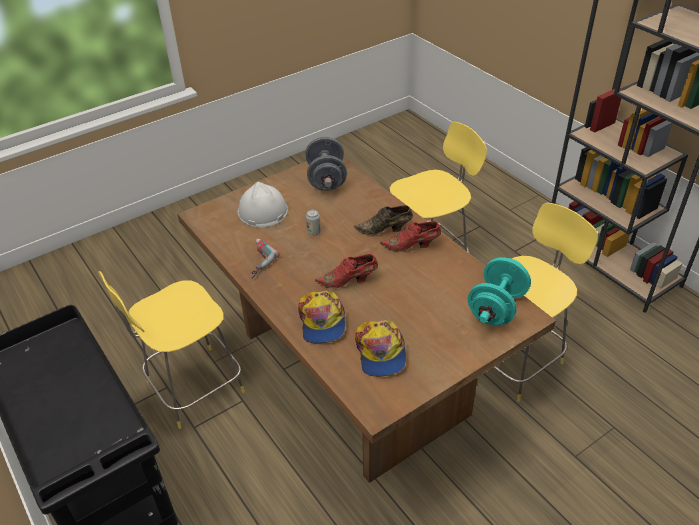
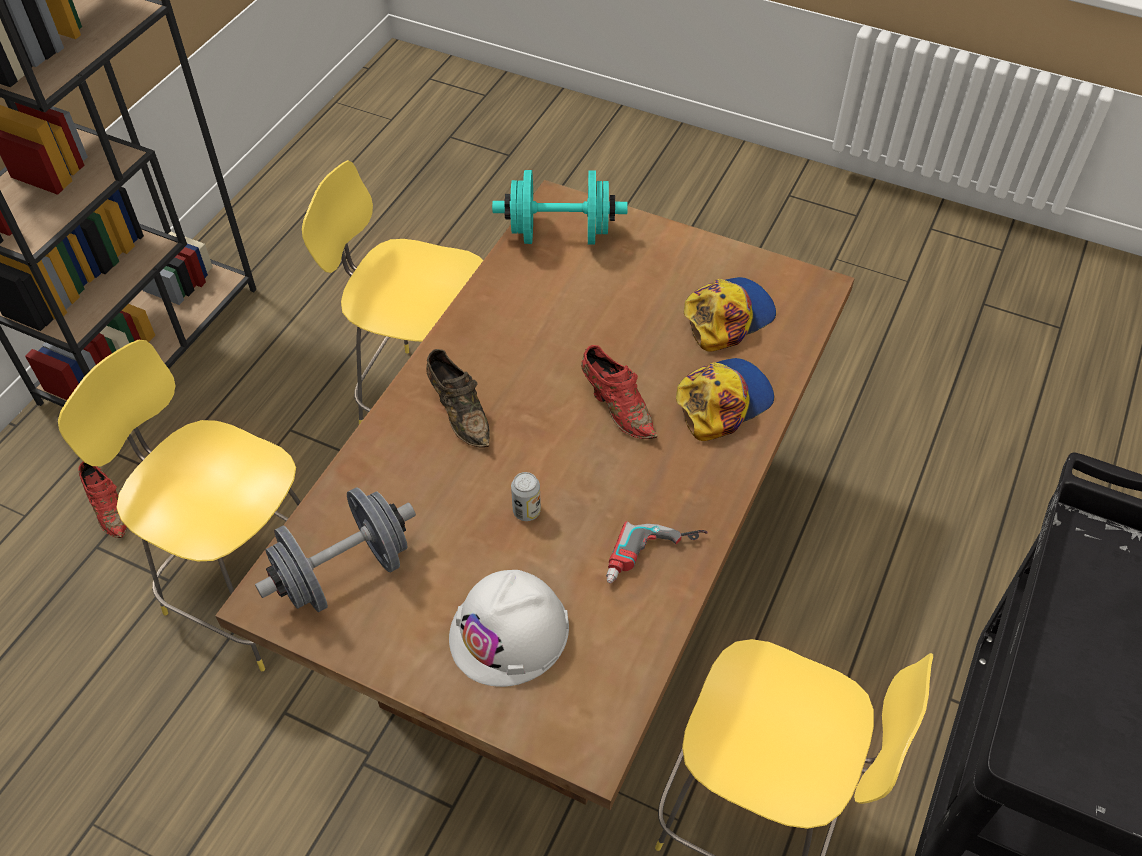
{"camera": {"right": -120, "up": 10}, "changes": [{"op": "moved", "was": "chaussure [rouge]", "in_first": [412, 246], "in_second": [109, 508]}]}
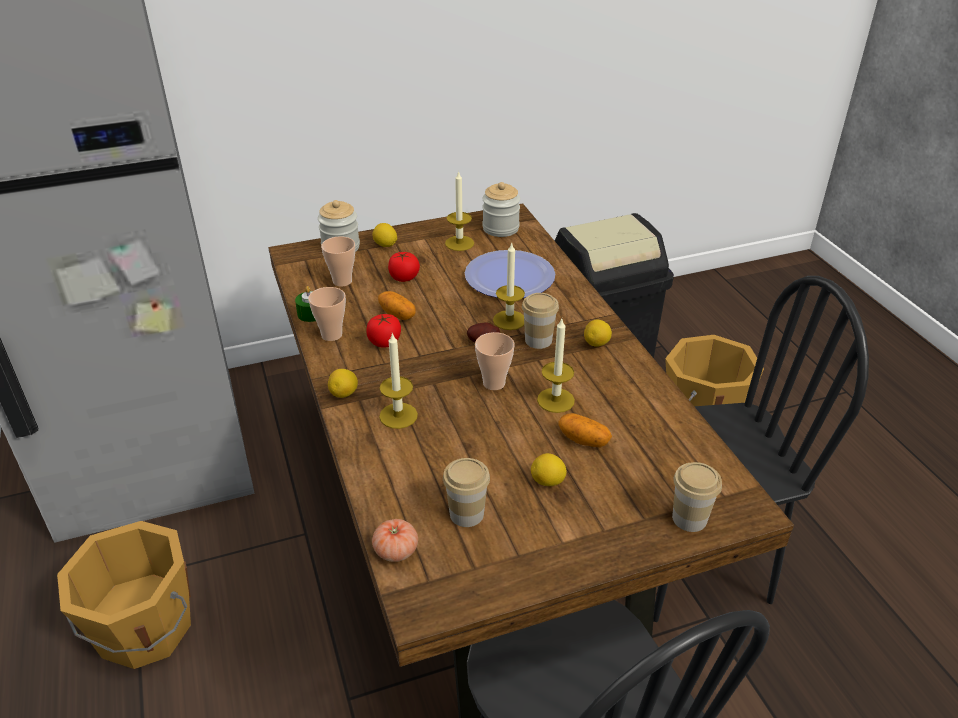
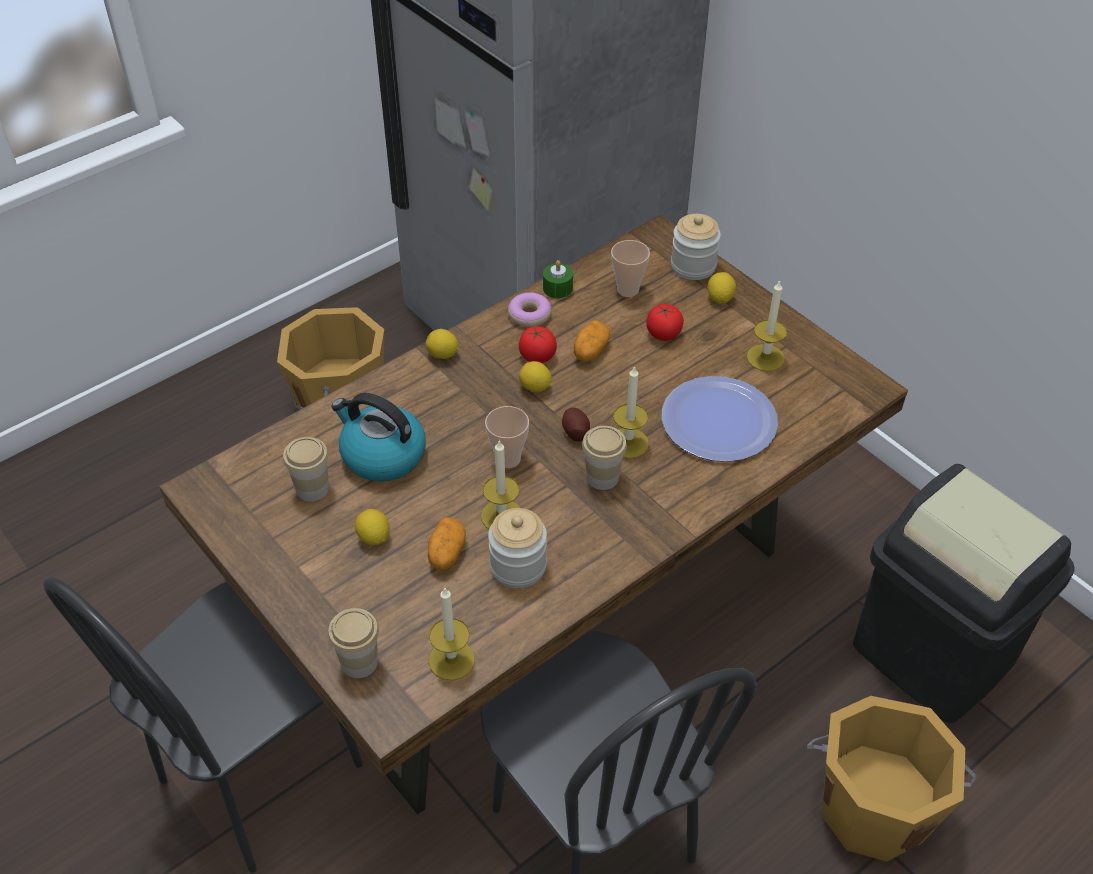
{"camera": {"right": 70, "up": 10}, "changes": [{"op": "added", "now": "bouilloire", "in_second": [382, 455]}, {"op": "moved", "was": "bougie", "in_first": [398, 415], "in_second": [451, 660]}, {"op": "moved", "was": "bocal", "in_first": [500, 228], "in_second": [518, 566]}, {"op": "replaced", "was": "tasse", "now": "beignet", "in_first": [331, 335], "in_second": [530, 315]}, {"op": "moved", "was": "citron", "in_first": [597, 344], "in_second": [535, 387]}, {"op": "removed", "was": "tomate", "in_first": [396, 551]}]}
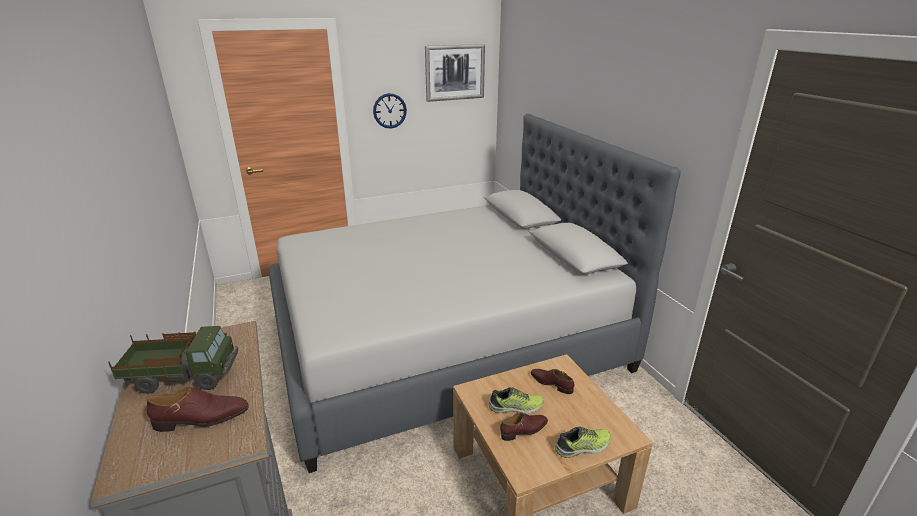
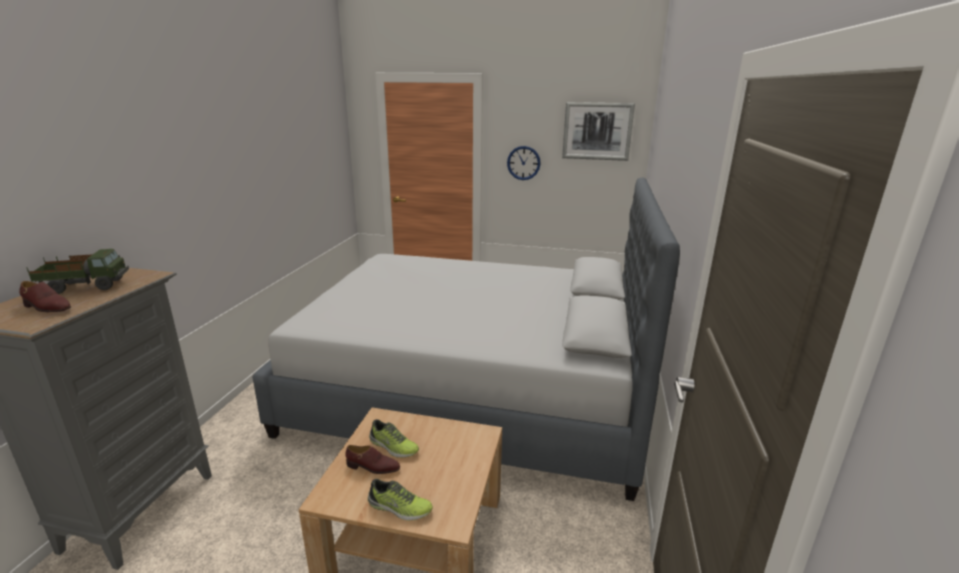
{"camera": {"right": 35, "up": -5}, "changes": [{"op": "turned", "was": "camion jouet", "in_first": [183, 377], "in_second": [85, 286], "clockwise": -45}, {"op": "removed", "was": "chaussure [marron]", "in_first": [551, 383]}]}
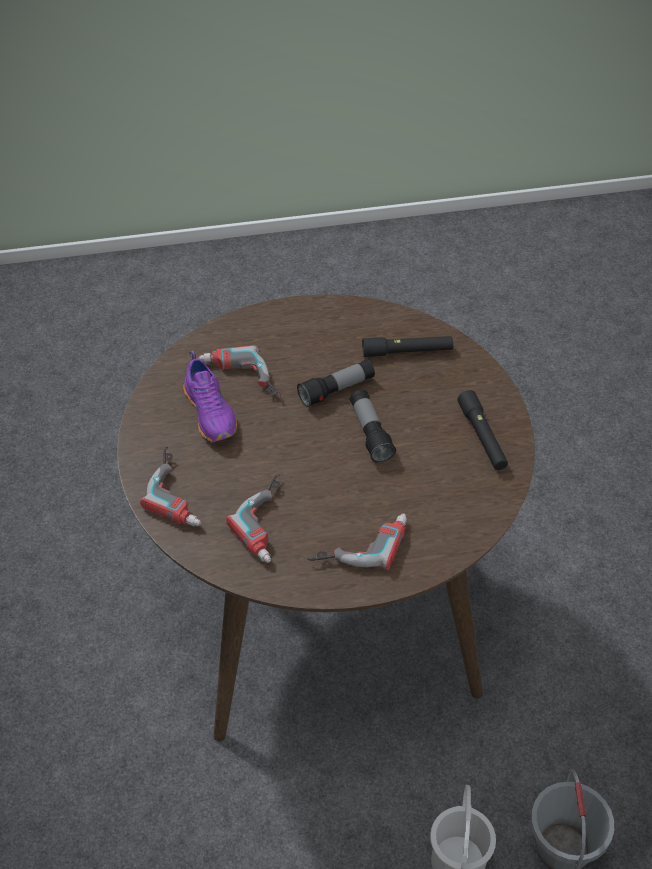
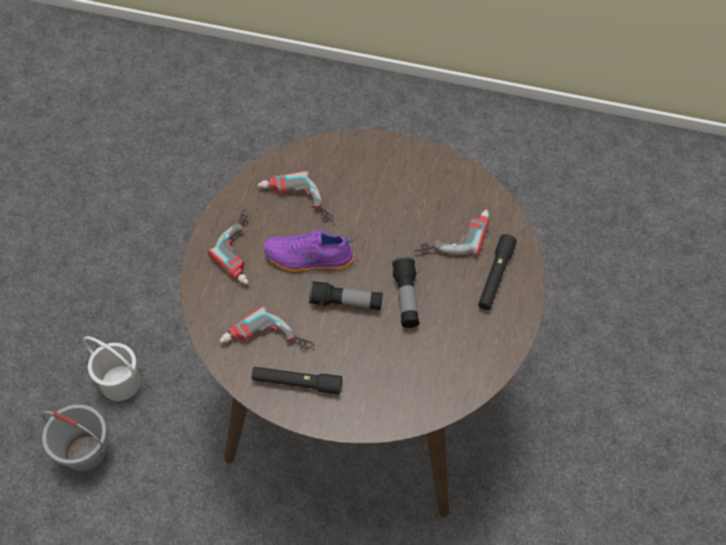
{"camera": {"right": 115, "up": 10}, "changes": [{"op": "moved", "was": "perceuse", "in_first": [182, 491], "in_second": [266, 345]}, {"op": "moved", "was": "chaussure [violet]", "in_first": [211, 412], "in_second": [309, 259]}, {"op": "moved", "was": "lampe de poche [noir]", "in_first": [407, 351], "in_second": [495, 276]}]}
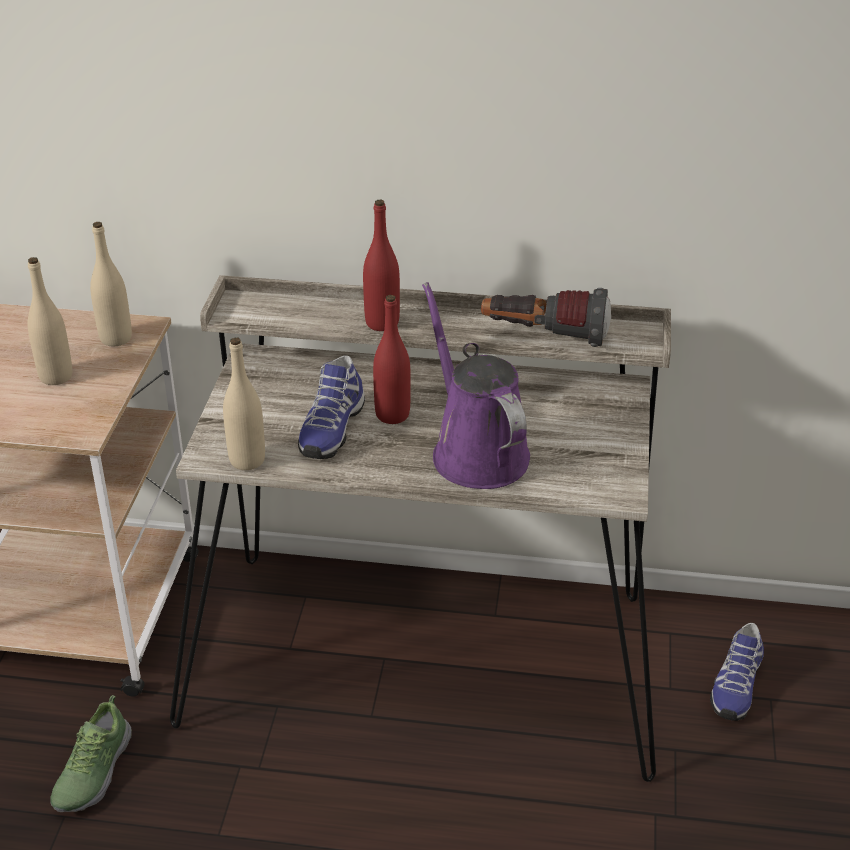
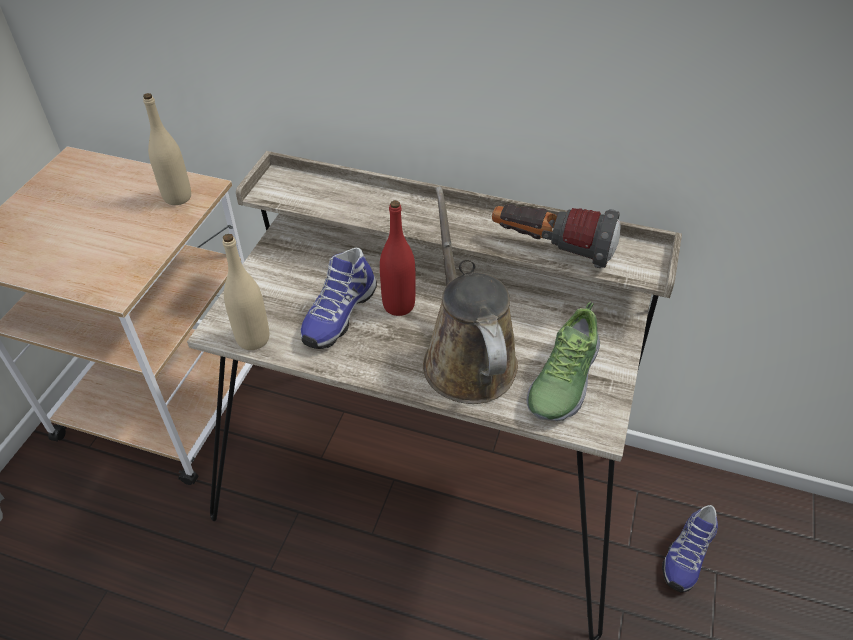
{"camera": {"right": 10, "up": 10}, "changes": [{"op": "recoloured", "was": "arrosoir [violet]", "now": "arrosoir [marron]", "in_first": [475, 451], "in_second": [466, 357]}, {"op": "moved", "was": "chaussure", "in_first": [92, 772], "in_second": [562, 380]}, {"op": "removed", "was": "bouteille [beige]", "in_first": [56, 376]}, {"op": "removed", "was": "bouteille [rouge]", "in_first": [382, 323]}]}
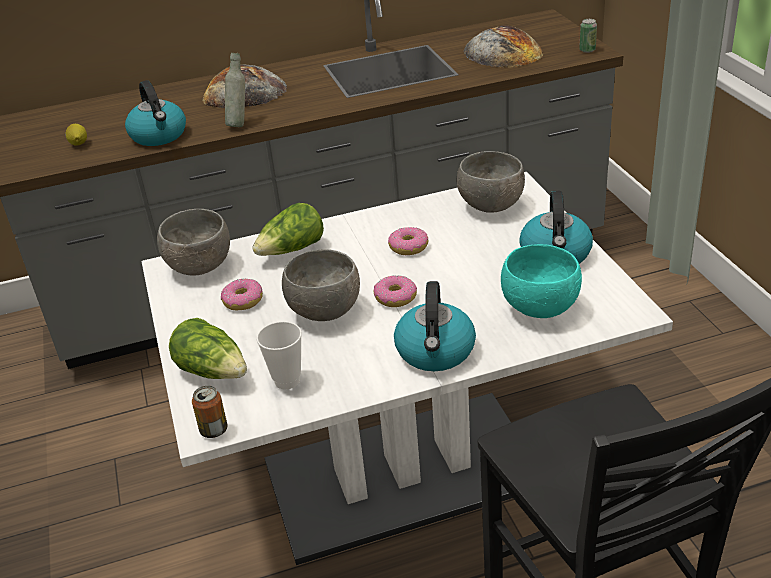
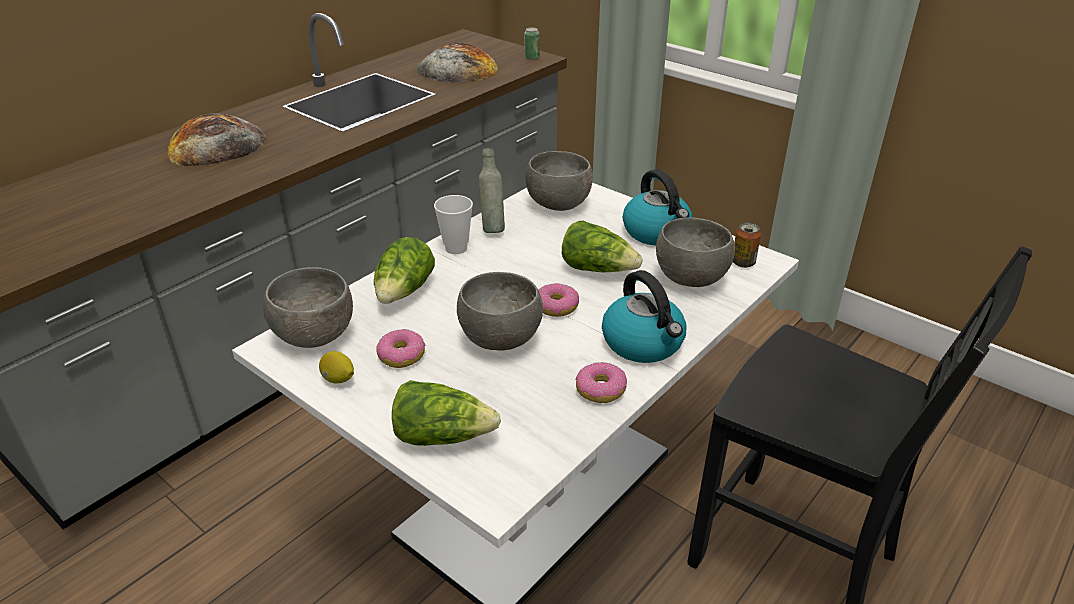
{"camera": {"right": -35, "up": 0}, "changes": [{"op": "moved", "was": "citron", "in_first": [78, 144], "in_second": [338, 379]}, {"op": "moved", "was": "tasse", "in_first": [287, 380], "in_second": [456, 248]}, {"op": "moved", "was": "bouteille [gris]", "in_first": [239, 124], "in_second": [492, 228]}, {"op": "added", "now": "laitue", "in_second": [598, 269]}, {"op": "moved", "was": "beignet", "in_first": [409, 247], "in_second": [600, 389]}, {"op": "recoloured", "was": "bol [turquoise]", "now": "bol [gris]", "in_first": [541, 308], "in_second": [692, 279]}, {"op": "moved", "was": "boîte métallique", "in_first": [214, 430], "in_second": [743, 263]}, {"op": "removed", "was": "bouilloire", "in_first": [159, 136]}]}
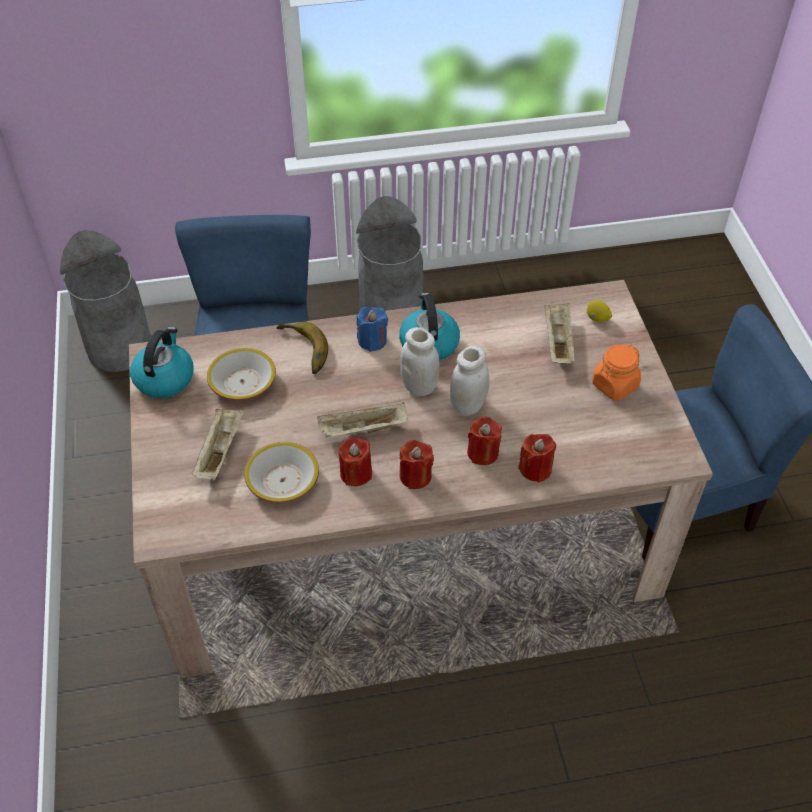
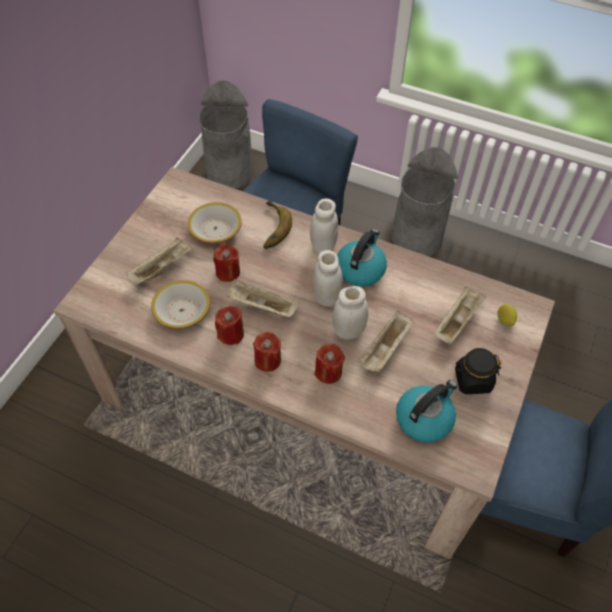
{"camera": {"right": 35, "up": 5}, "changes": [{"op": "moved", "was": "bougie [rouge]", "in_first": [535, 469], "in_second": [228, 272]}, {"op": "replaced", "was": "bougie [bleu]", "now": "bocal [blanc]", "in_first": [372, 340], "in_second": [323, 246]}, {"op": "added", "now": "plateau [beige]", "in_second": [385, 349]}, {"op": "moved", "was": "bouilloire", "in_first": [164, 378], "in_second": [424, 418]}, {"op": "recoloured", "was": "bocal [orange]", "now": "bocal [noir]", "in_first": [614, 386], "in_second": [472, 380]}]}
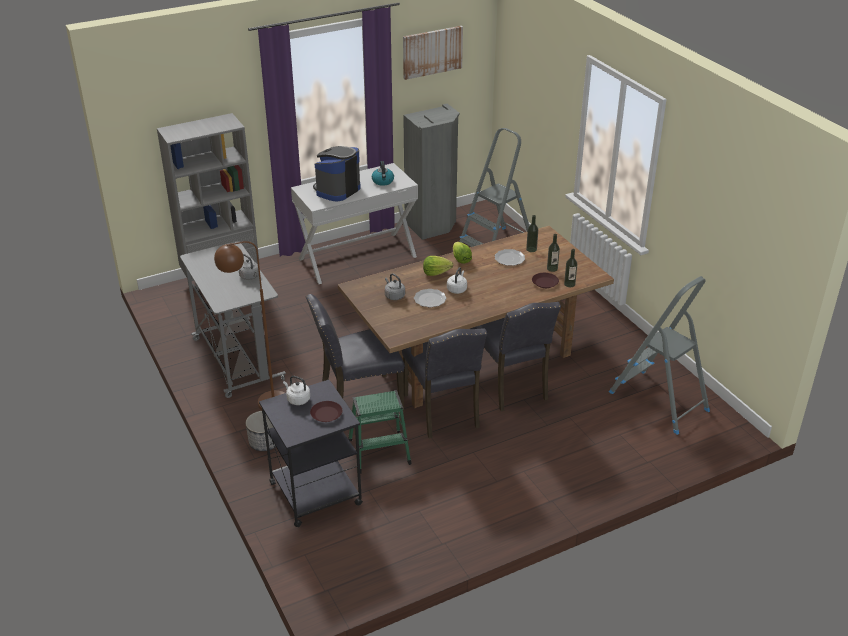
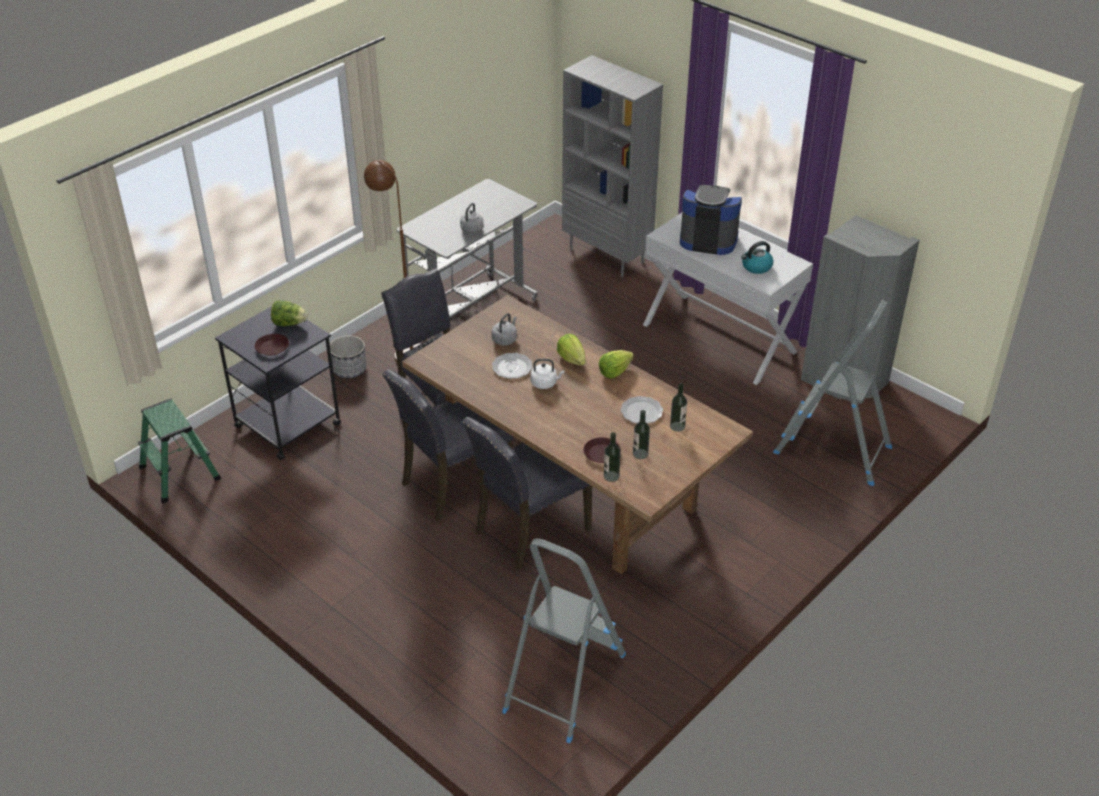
{"camera": {"right": 70, "up": 5}, "changes": [{"op": "moved", "was": "escabeau [vert]", "in_first": [379, 451], "in_second": [179, 473]}, {"op": "replaced", "was": "bouilloire [blanc]", "now": "laitue", "in_first": [297, 399], "in_second": [289, 323]}, {"op": "removed", "was": "tableau", "in_first": [432, 52]}]}
